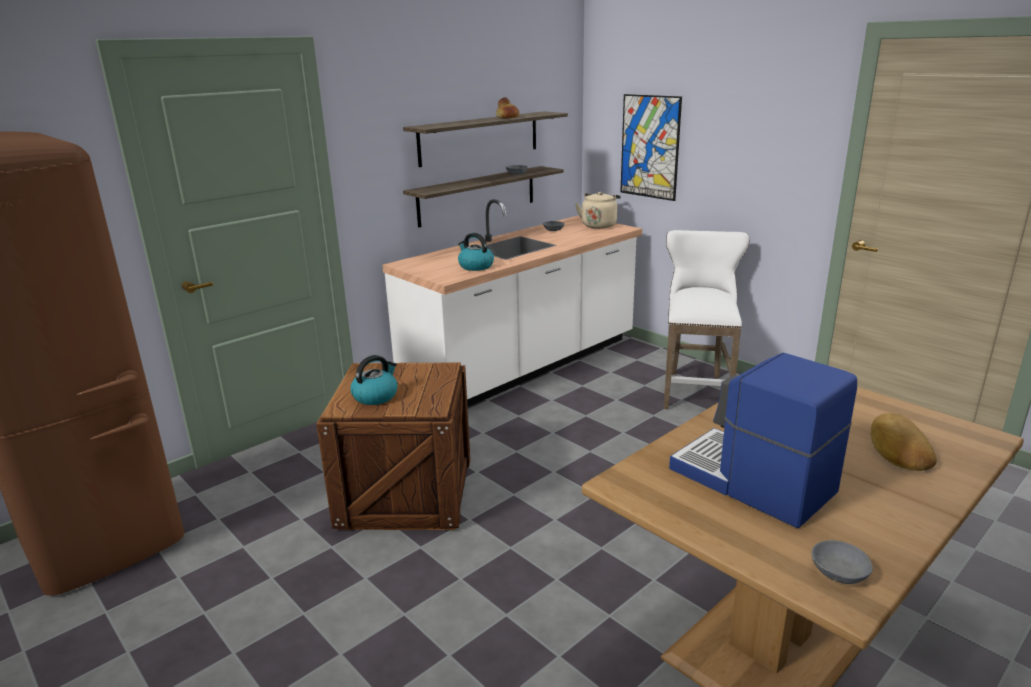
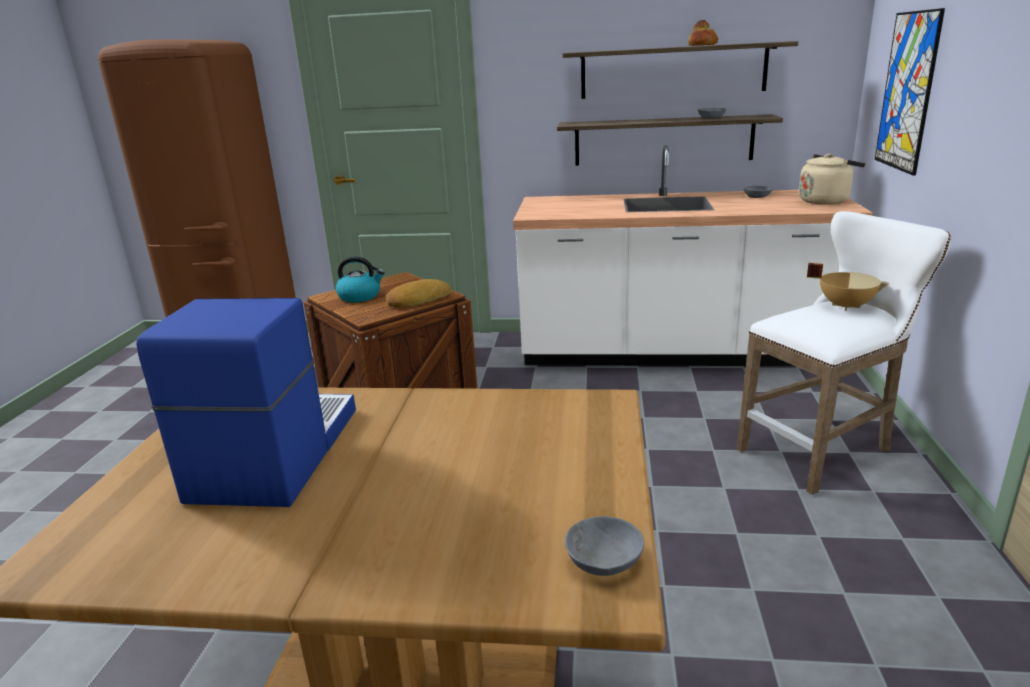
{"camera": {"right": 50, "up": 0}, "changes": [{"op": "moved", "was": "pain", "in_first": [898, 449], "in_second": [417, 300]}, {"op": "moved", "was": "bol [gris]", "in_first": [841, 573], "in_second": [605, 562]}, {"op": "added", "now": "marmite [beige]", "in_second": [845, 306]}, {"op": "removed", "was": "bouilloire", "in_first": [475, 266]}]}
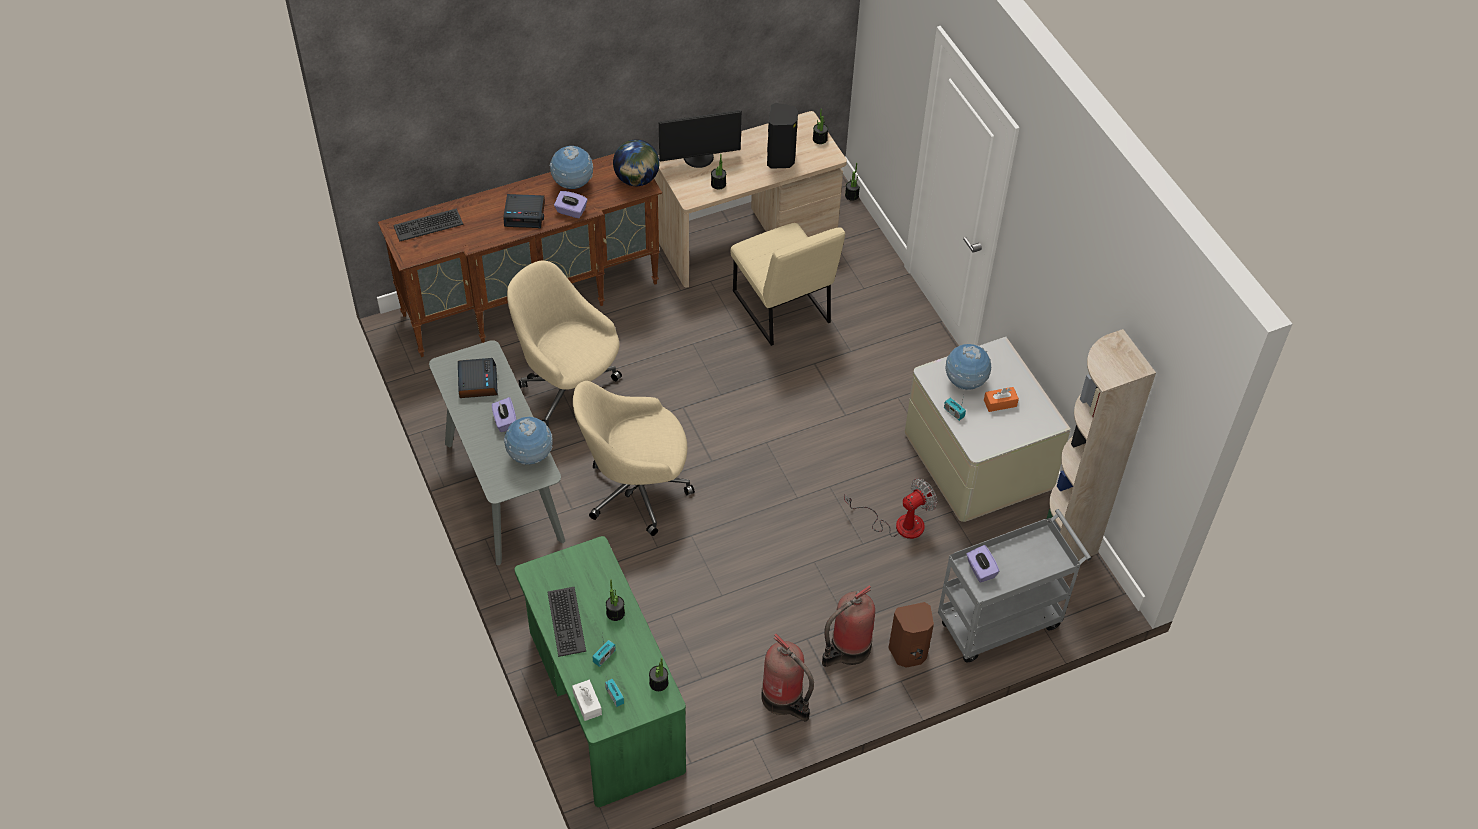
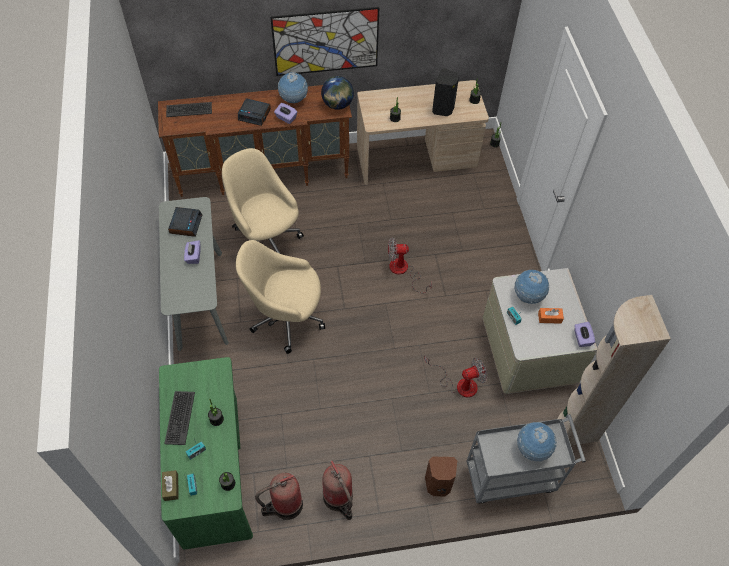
{"camera": {"right": 15, "up": 5}, "changes": [{"op": "recoloured", "was": "boîte à mouchoirs [blanc]", "now": "boîte à mouchoirs [marron]", "in_first": [587, 703], "in_second": [171, 487]}, {"op": "moved", "was": "extincteur", "in_first": [847, 649], "in_second": [285, 506]}, {"op": "added", "now": "tableau", "in_second": [326, 41]}, {"op": "added", "now": "ventilateur", "in_second": [403, 271]}, {"op": "moved", "was": "globe", "in_first": [530, 456], "in_second": [532, 449]}, {"op": "moved", "was": "boîte à mouchoirs [violet]", "in_first": [980, 570], "in_second": [581, 338]}, {"op": "removed", "was": "écran d'ordinateur", "in_first": [699, 158]}, {"op": "removed", "was": "chaise [beige]", "in_first": [782, 309]}]}
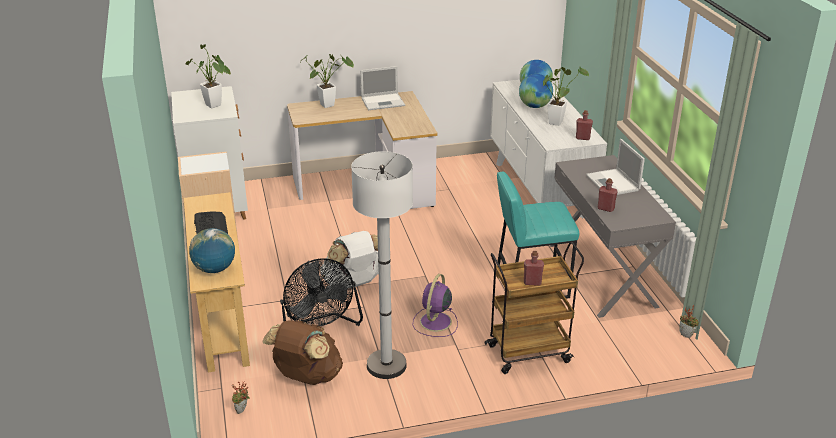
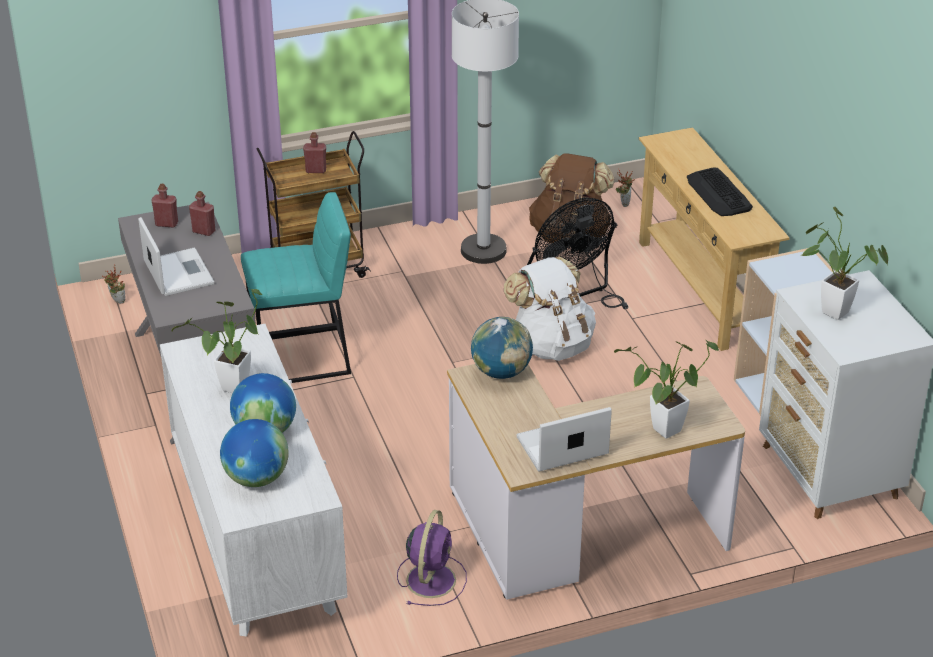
{"camera": {"right": 175, "up": 5}, "changes": [{"op": "moved", "was": "bouteille [rouge]", "in_first": [582, 138], "in_second": [166, 224]}, {"op": "moved", "was": "ventilateur [violet]", "in_first": [435, 322], "in_second": [431, 578]}, {"op": "moved", "was": "globe", "in_first": [214, 269], "in_second": [501, 372]}]}
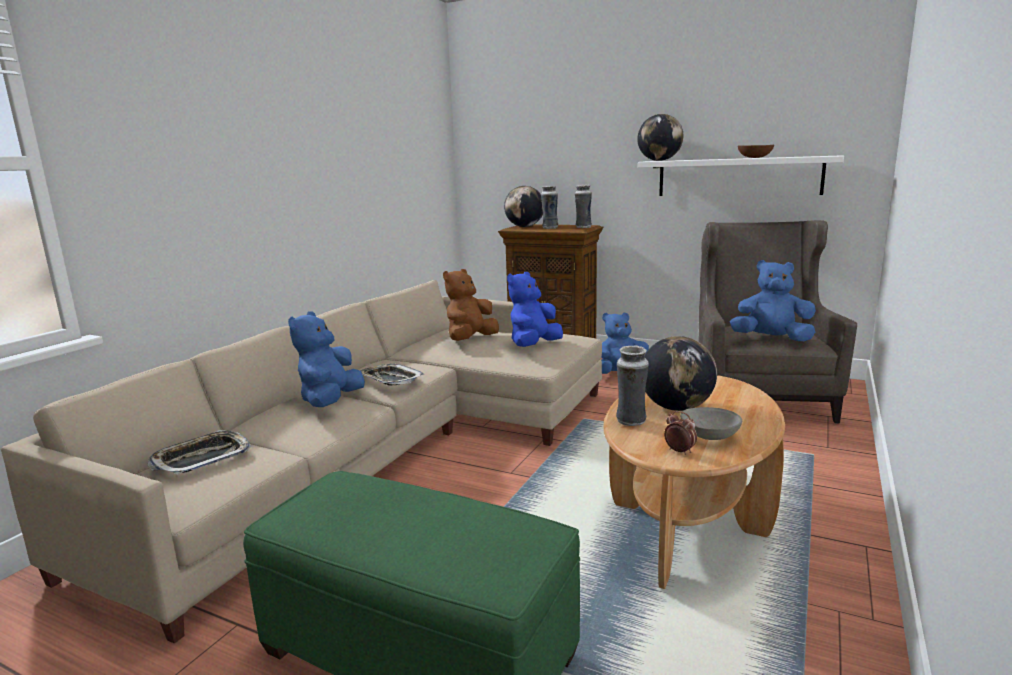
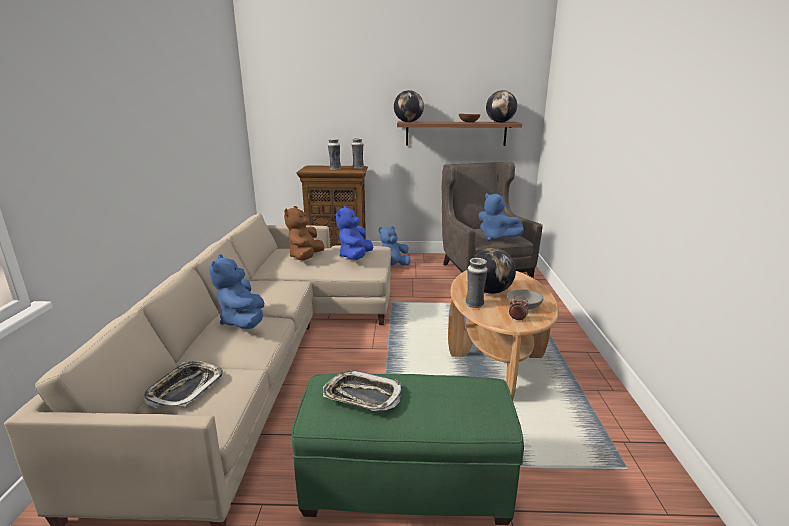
{"camera": {"right": -25, "up": 5}, "changes": [{"op": "moved", "was": "plateau", "in_first": [390, 379], "in_second": [362, 396]}, {"op": "recoloured", "was": "étagère [blanc]", "now": "étagère [marron]", "in_first": [738, 177], "in_second": [456, 133]}, {"op": "turned", "was": "peluche [bleu]", "in_first": [771, 339], "in_second": [496, 237], "clockwise": -120}, {"op": "moved", "was": "globe", "in_first": [524, 226], "in_second": [500, 122]}]}
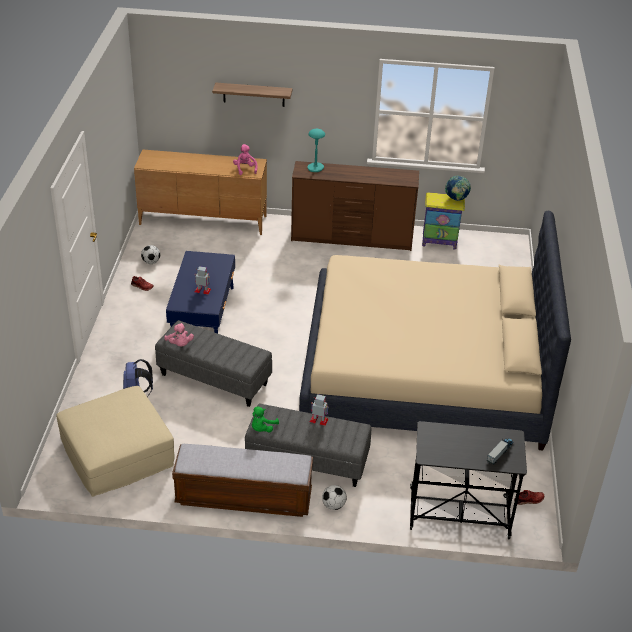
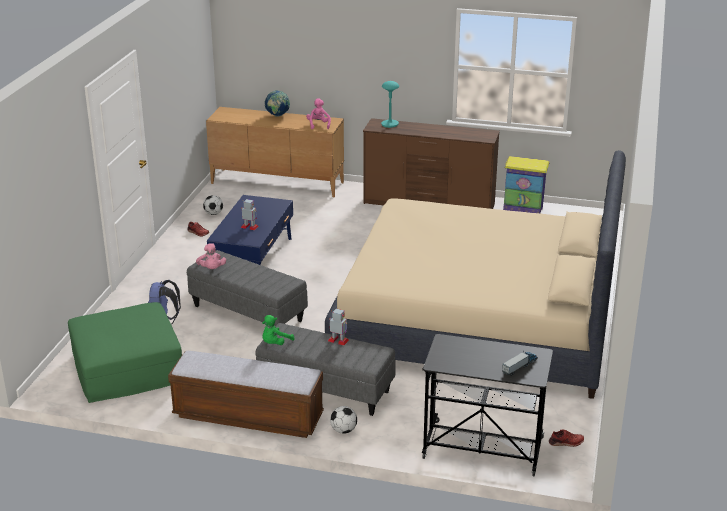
{"camera": {"right": 10, "up": -10}, "changes": [{"op": "recoloured", "was": "pouf [beige]", "now": "pouf [vert]", "in_first": [117, 454], "in_second": [126, 369]}, {"op": "moved", "was": "globe", "in_first": [456, 199], "in_second": [277, 115]}, {"op": "removed", "was": "étagère", "in_first": [253, 94]}]}
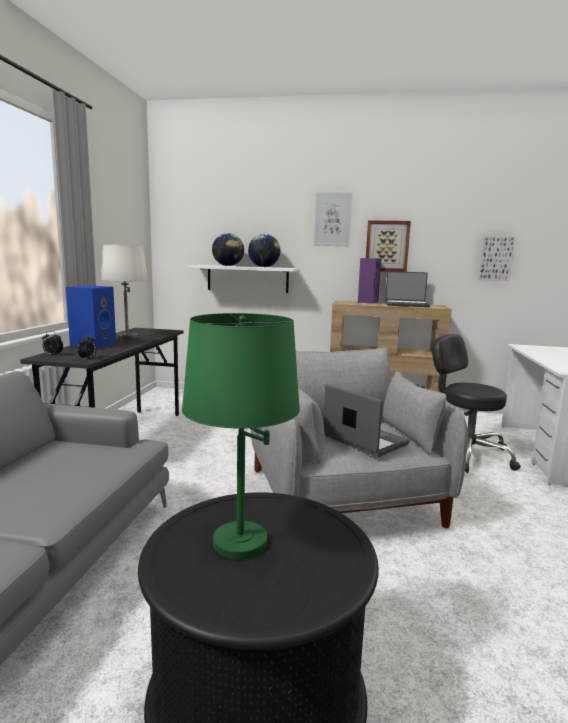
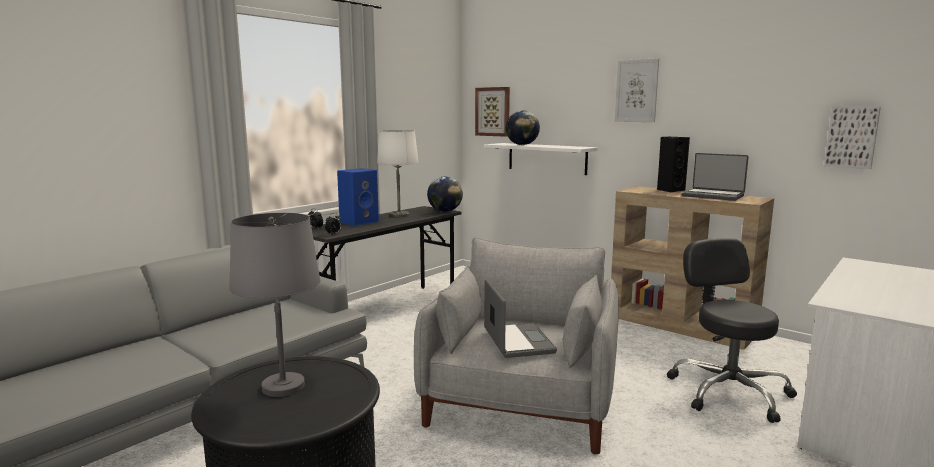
{"camera": {"right": 30, "up": 0}, "changes": [{"op": "recoloured", "was": "lampe de table [vert]", "now": "lampe de table [gris]", "in_first": [239, 543], "in_second": [282, 387]}, {"op": "moved", "was": "globe", "in_first": [264, 267], "in_second": [445, 211]}, {"op": "moved", "was": "tableau", "in_first": [387, 246], "in_second": [493, 111]}, {"op": "recoloured", "was": "enceinte [violet]", "now": "enceinte [noir]", "in_first": [367, 302], "in_second": [670, 190]}]}
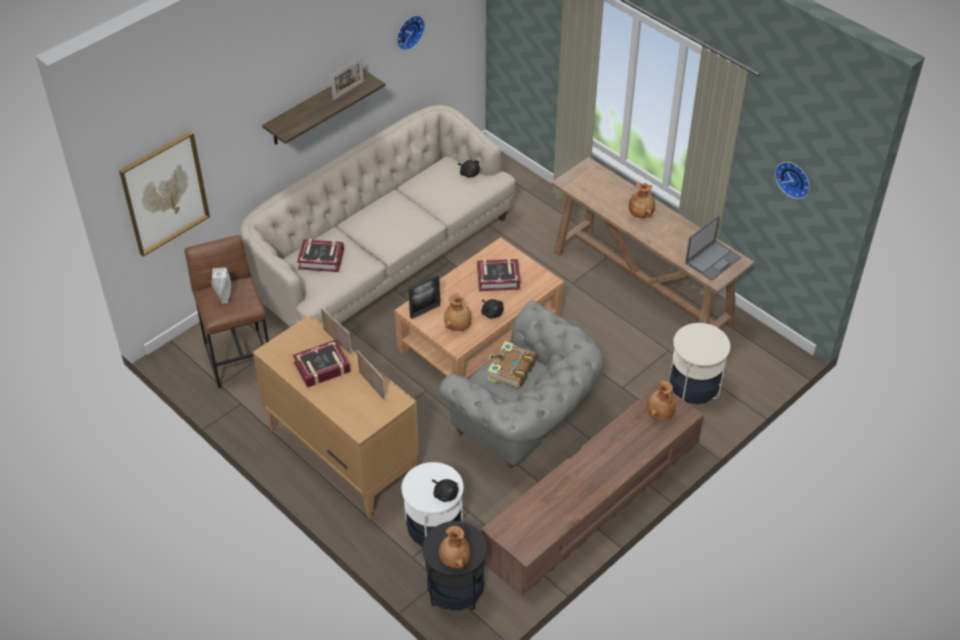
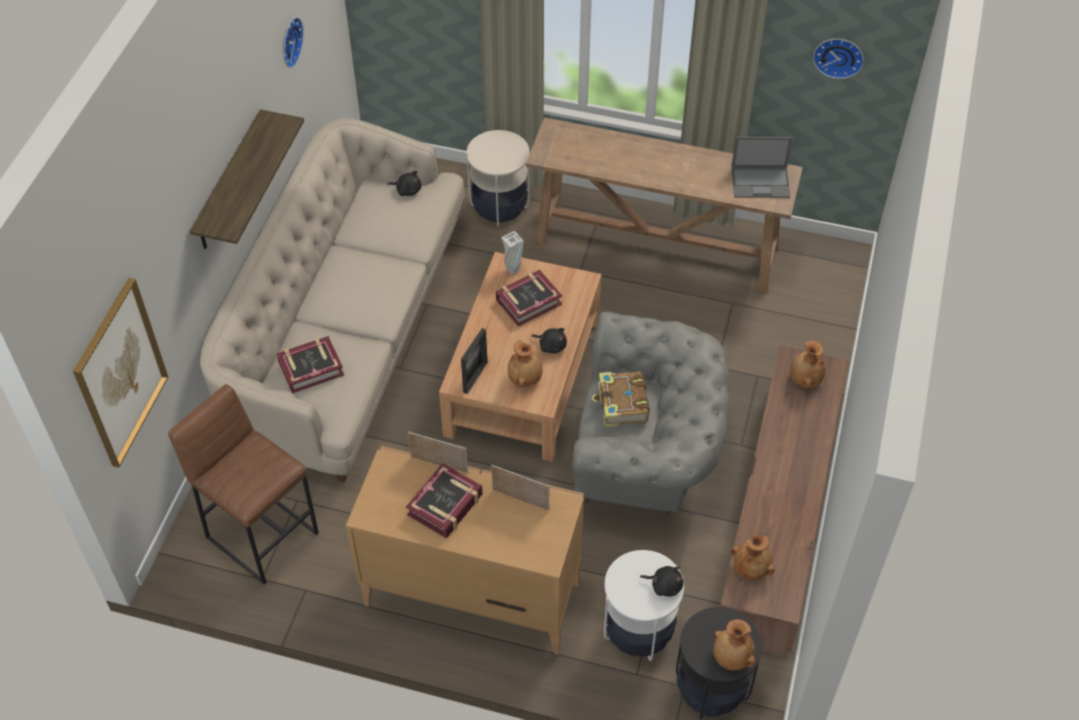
{"camera": {"right": -30, "up": 5}, "changes": [{"op": "moved", "was": "table d'appoint [beige]", "in_first": [693, 389], "in_second": [499, 207]}, {"op": "moved", "was": "vase [blanc]", "in_first": [224, 301], "in_second": [513, 271]}, {"op": "turned", "was": "ordinateur portable", "in_first": [713, 260], "in_second": [761, 182], "clockwise": 75}, {"op": "moved", "was": "vase [marron]", "in_first": [641, 213], "in_second": [751, 568]}, {"op": "removed", "was": "cadre photo", "in_first": [348, 90]}]}
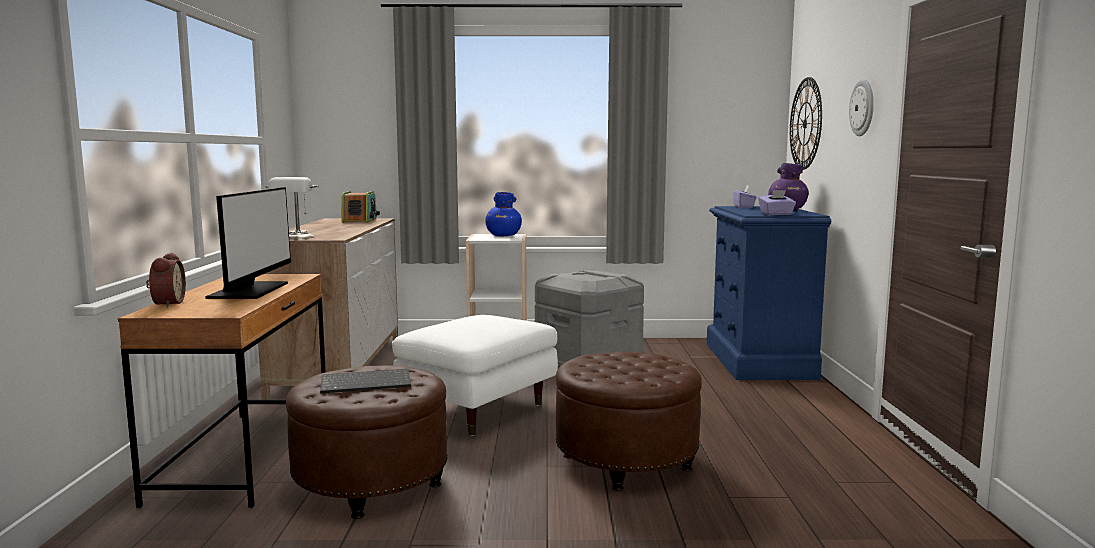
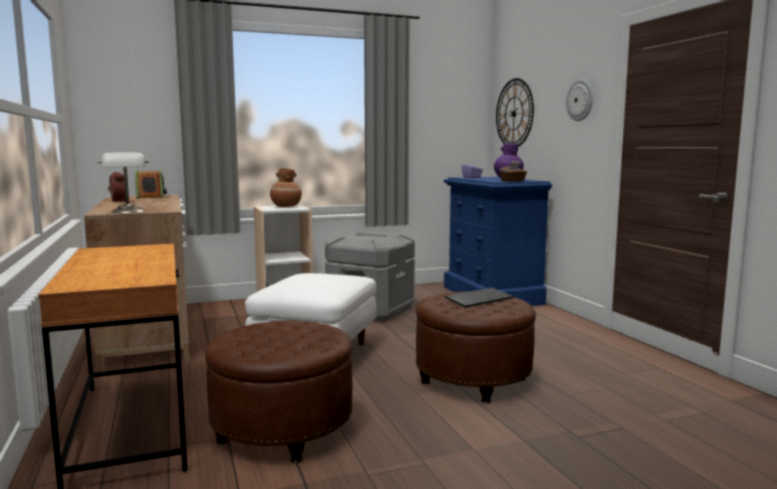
{"camera": {"right": -20, "up": 0}, "changes": [{"op": "moved", "was": "réveil", "in_first": [166, 304], "in_second": [117, 201]}, {"op": "recoloured", "was": "vase [bleu]", "now": "vase [marron]", "in_first": [503, 236], "in_second": [286, 206]}, {"op": "moved", "was": "clavier", "in_first": [367, 383], "in_second": [479, 299]}, {"op": "recoloured", "was": "boîte à mouchoirs [violet]", "now": "boîte à mouchoirs [marron]", "in_first": [776, 214], "in_second": [512, 181]}, {"op": "removed", "was": "écran d'ordinateur", "in_first": [250, 290]}]}
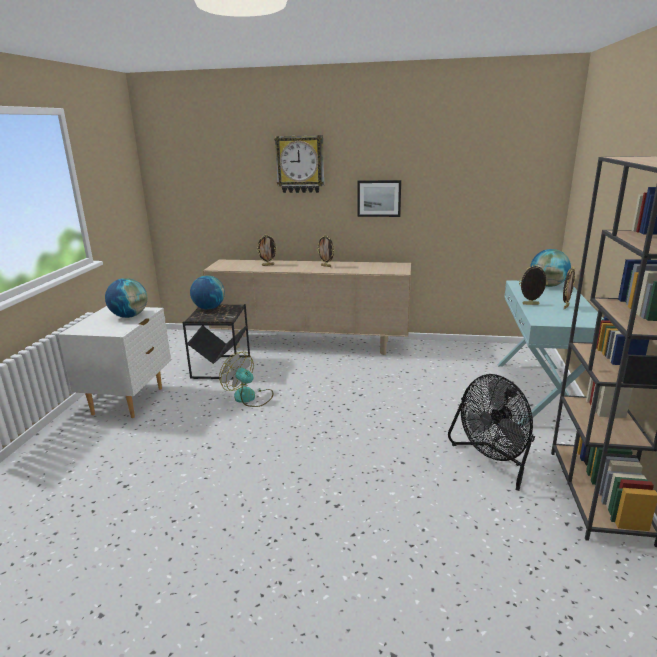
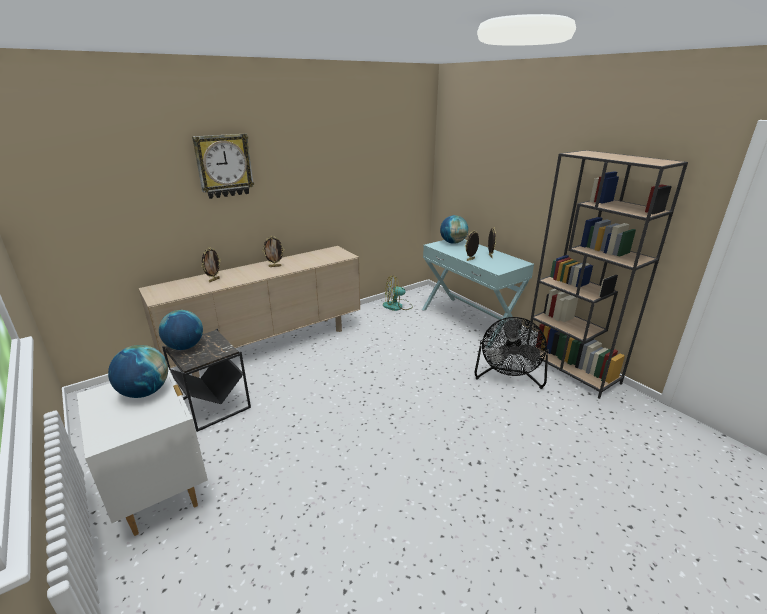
{"camera": {"right": -45, "up": 5}, "changes": [{"op": "moved", "was": "ventilateur", "in_first": [249, 397], "in_second": [397, 306]}, {"op": "removed", "was": "tableau", "in_first": [379, 198]}]}
